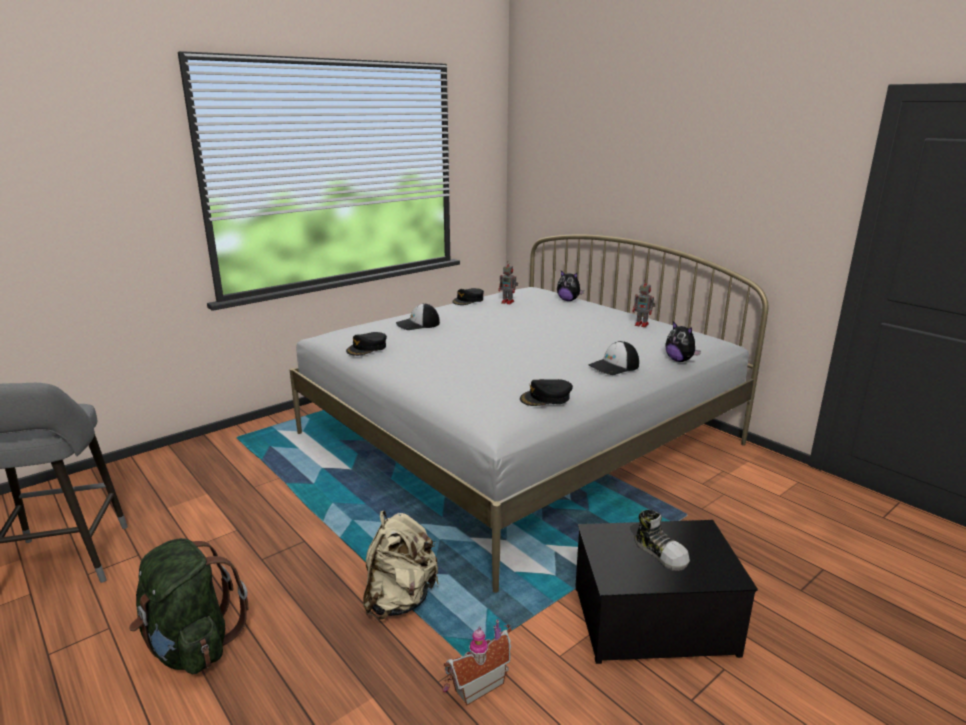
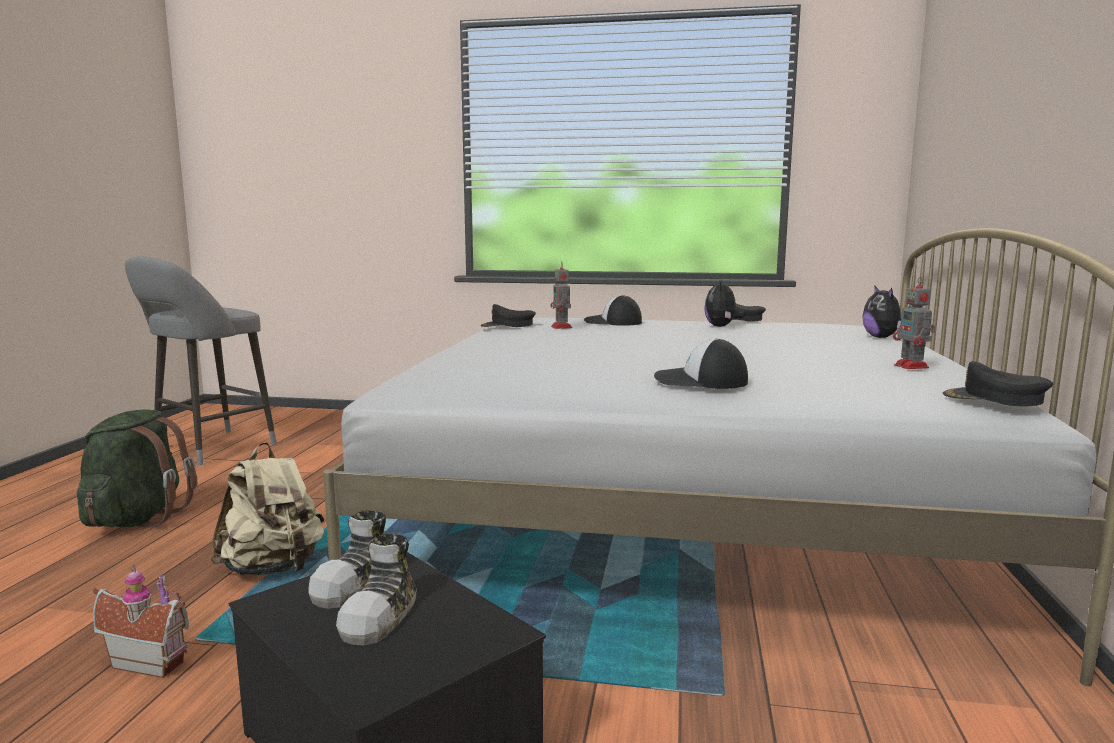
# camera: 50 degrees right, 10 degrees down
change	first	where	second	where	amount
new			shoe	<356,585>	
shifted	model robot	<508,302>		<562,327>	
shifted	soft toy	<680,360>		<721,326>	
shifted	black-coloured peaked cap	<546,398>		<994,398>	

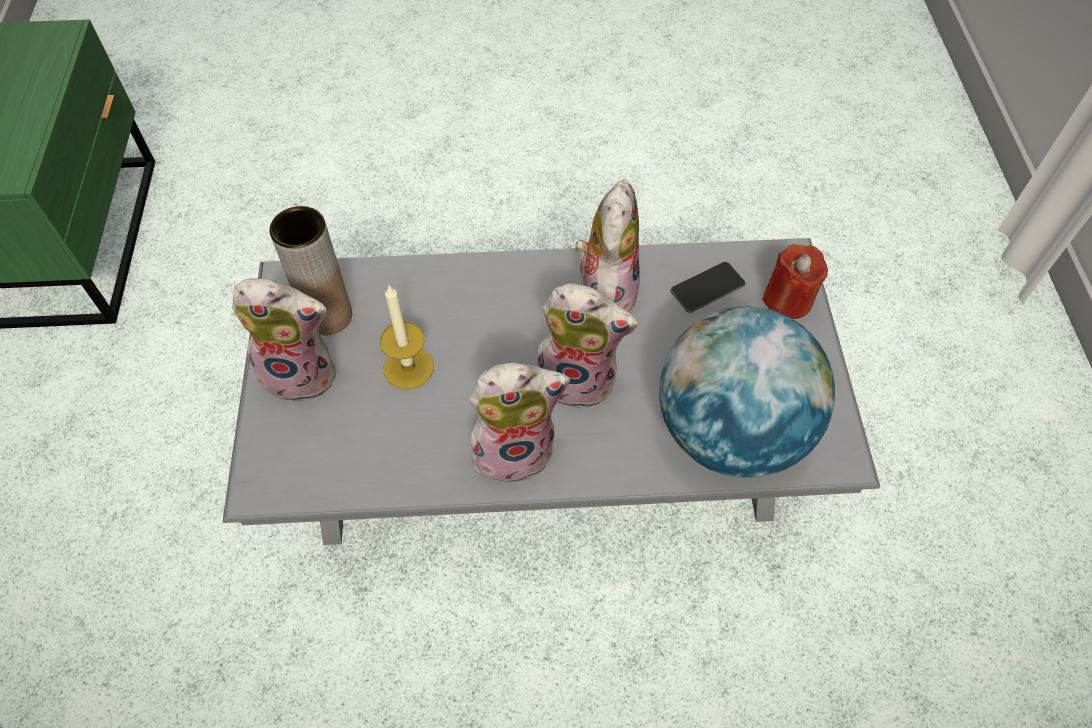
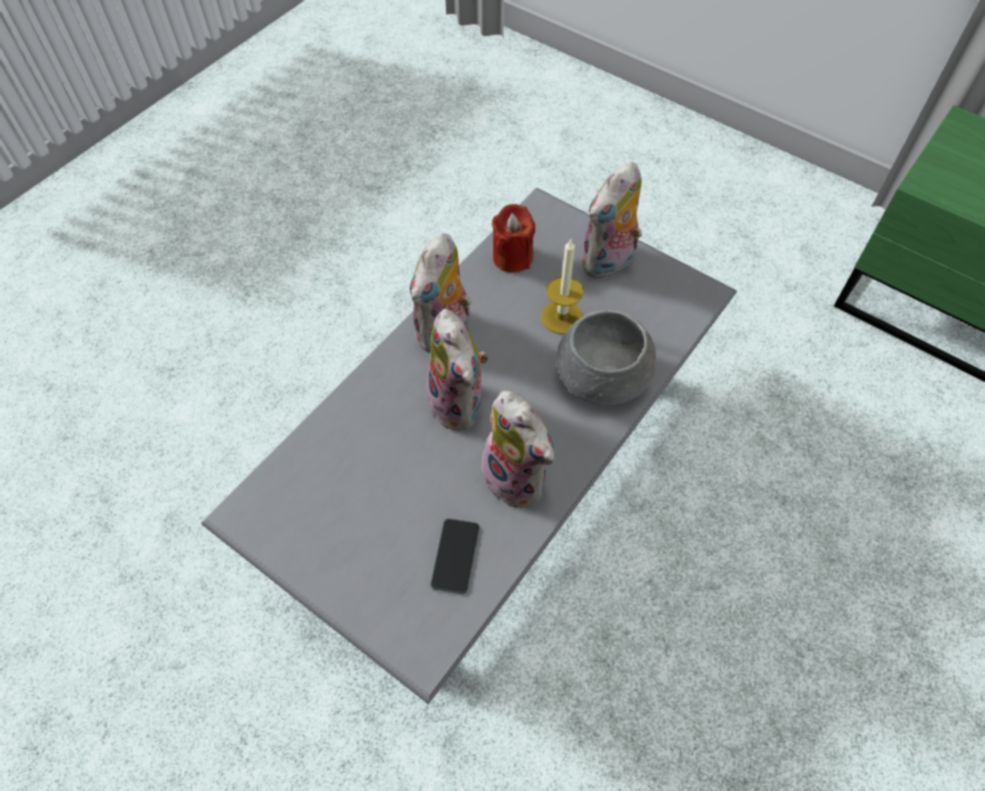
# camera: 130 degrees right, 0 degrees up
change	first	where	second	where	amount
rotated	soft toy	<579,379>		<460,404>	75 degrees counterclockwise
shifted	reddish wax candle	<788,300>		<512,257>	
new			greyish deep dish	<603,378>	
gone	brownish decorative vase	<328,316>			
gone	desk globe	<730,431>			

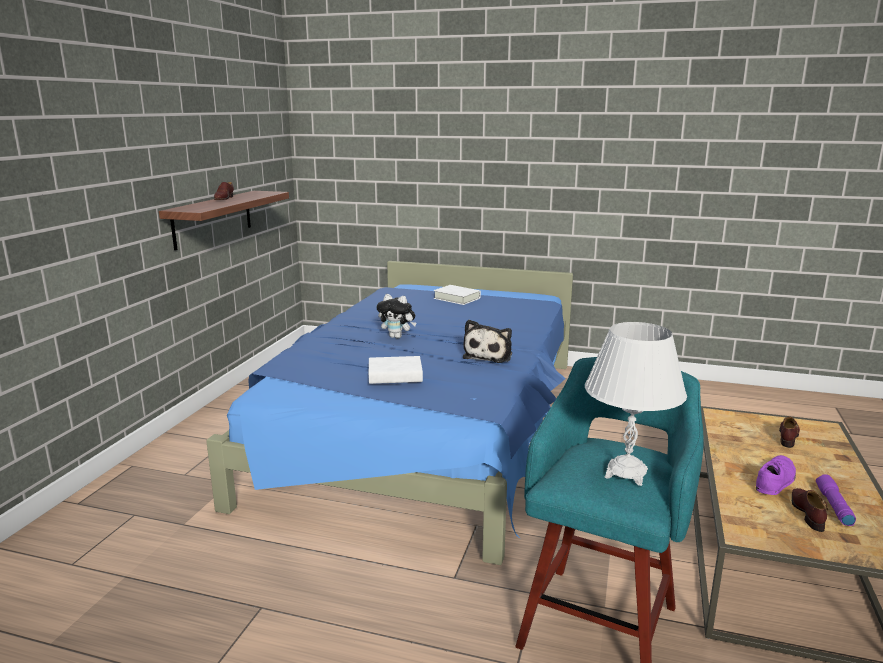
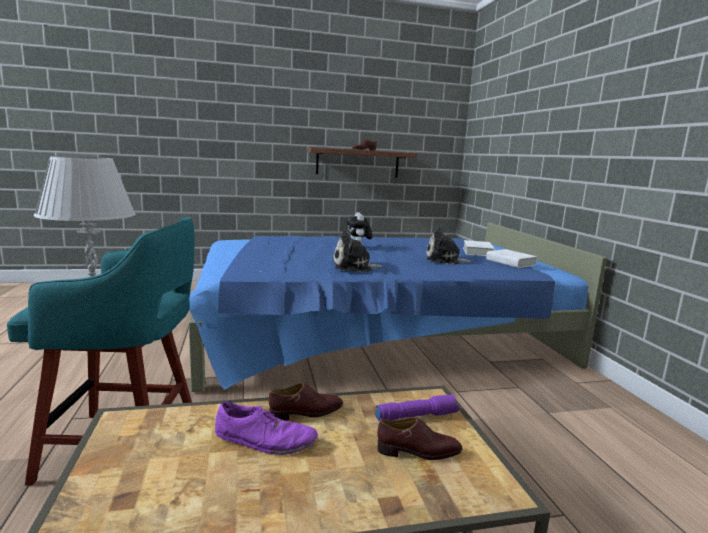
# camera: 60 degrees right, 5 degrees down
change	first	where	second	where	amount
shifted	brownish shoe	<807,513>		<306,412>	
shifted	purple-coloured hand torch	<833,506>		<416,416>	
new			soft toy	<445,260>	
shifted	white-coloured volume	<395,375>		<510,262>	

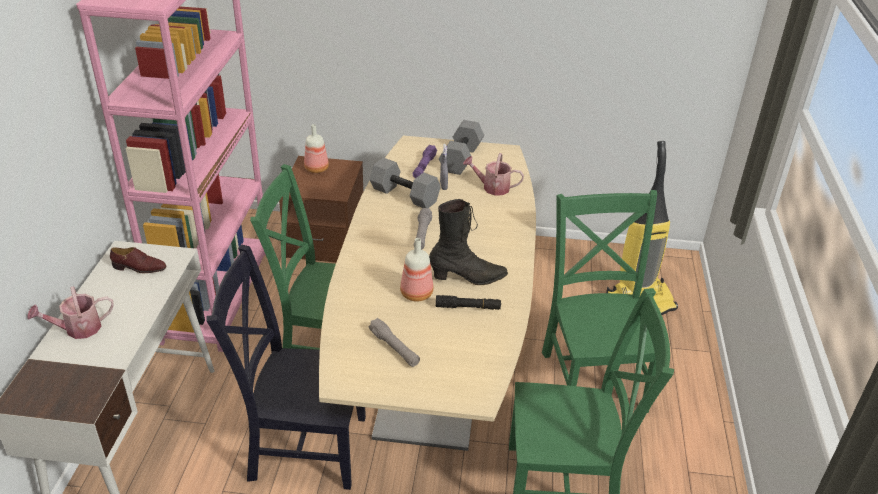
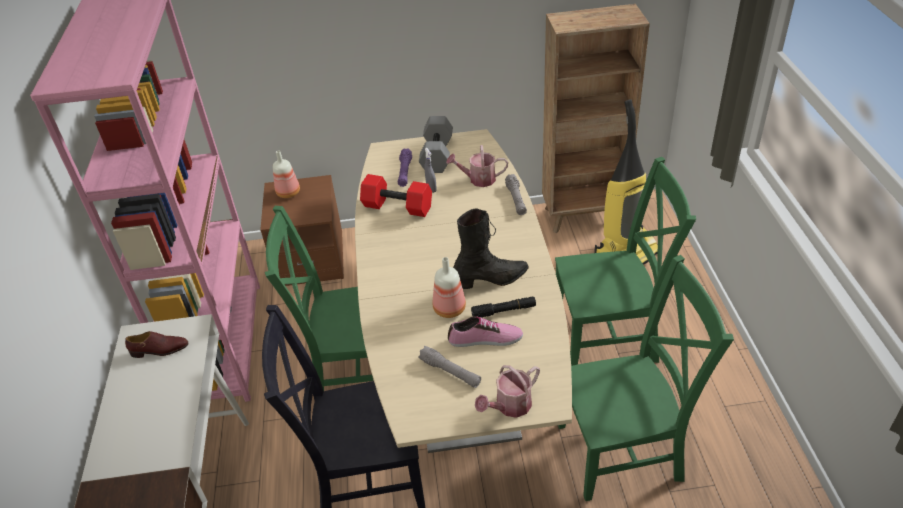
# camera: 10 degrees left, 5 degrees up
change	first	where	second	where	amount
repainted	greyish free weight	<403,195>	reddish free weight	<396,207>	
new			shoe	<485,339>	
shifted	watering pot	<78,329>		<509,406>	
shifted	greyish hand torch	<422,234>		<516,199>	
new			brownish bookcase	<584,216>	
rotated	greenish upright chair	<593,377>		<610,336>	105 degrees clockwise

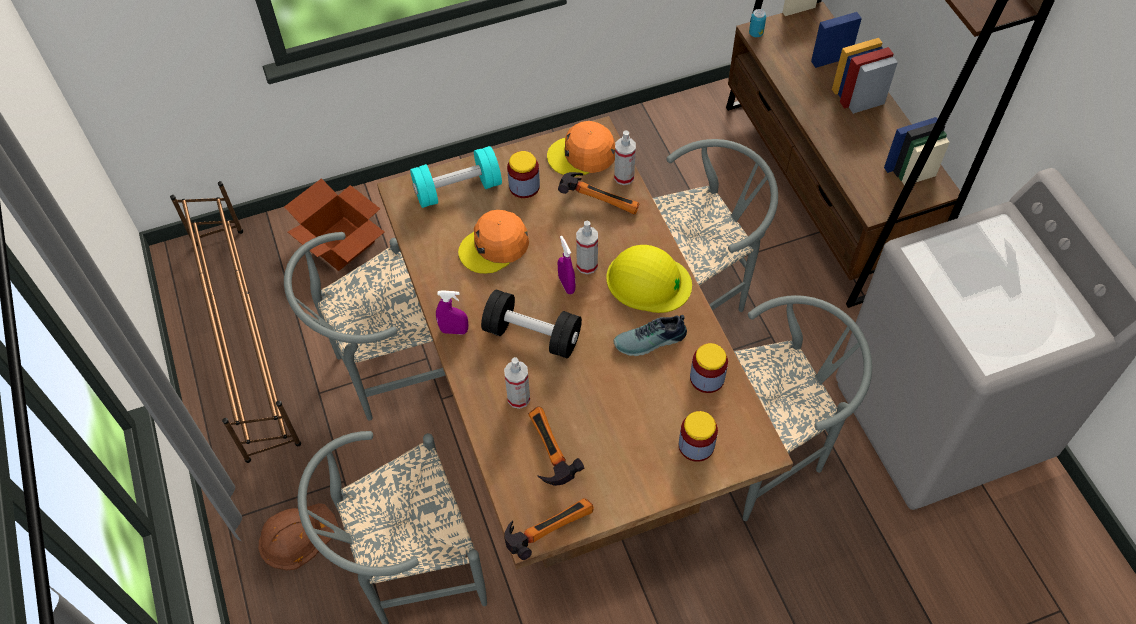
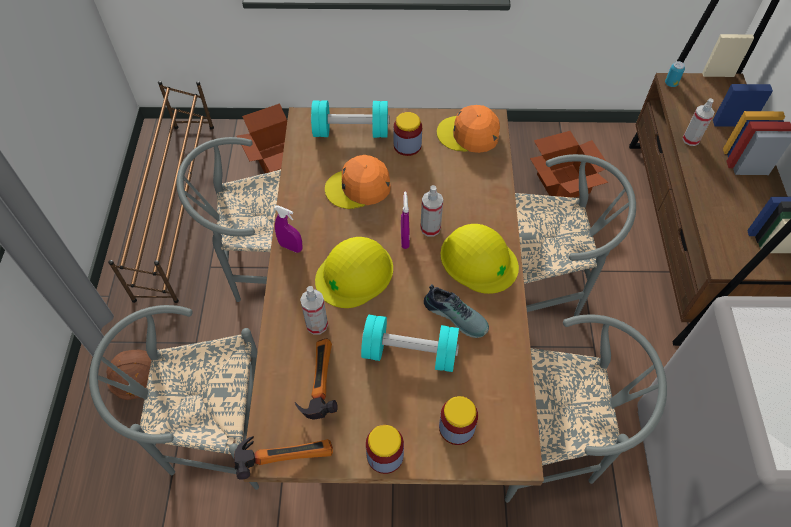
# camera: 20 degrees right, 0 degrees up
change	first	where	second	where	amount
swapped	black-coloured free weight	<532,335>	yellowish work helmet	<355,273>	
new			turquoise free weight	<409,352>	
shifted	jar	<707,378>		<385,455>	
rotated	shoe	<650,341>		<456,315>	150 degrees counterclockwise
new			cardboard box	<563,182>	
shifted	spray bottle	<624,177>		<690,139>	
gone	tool hammer	<600,200>			

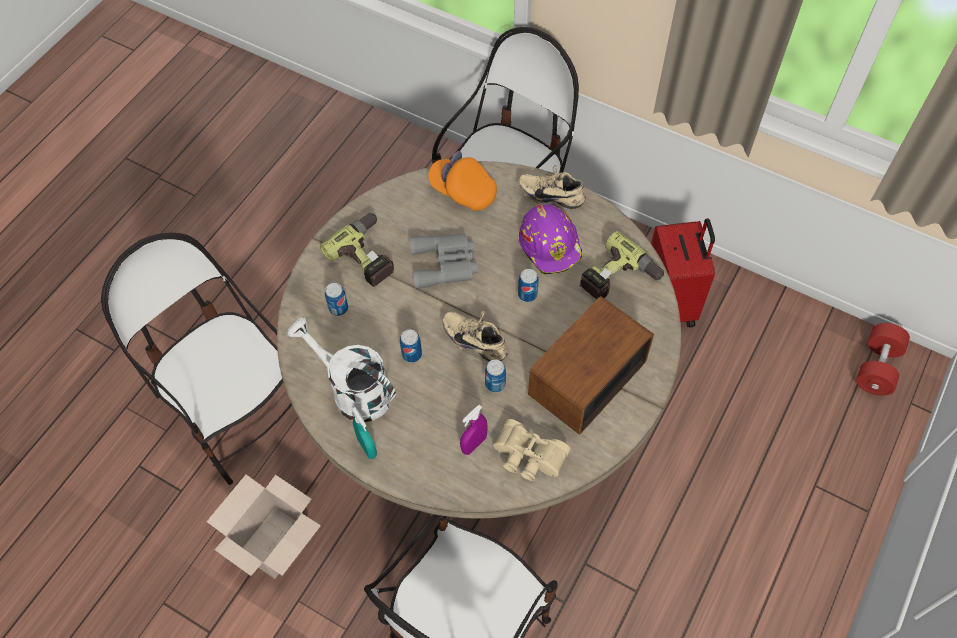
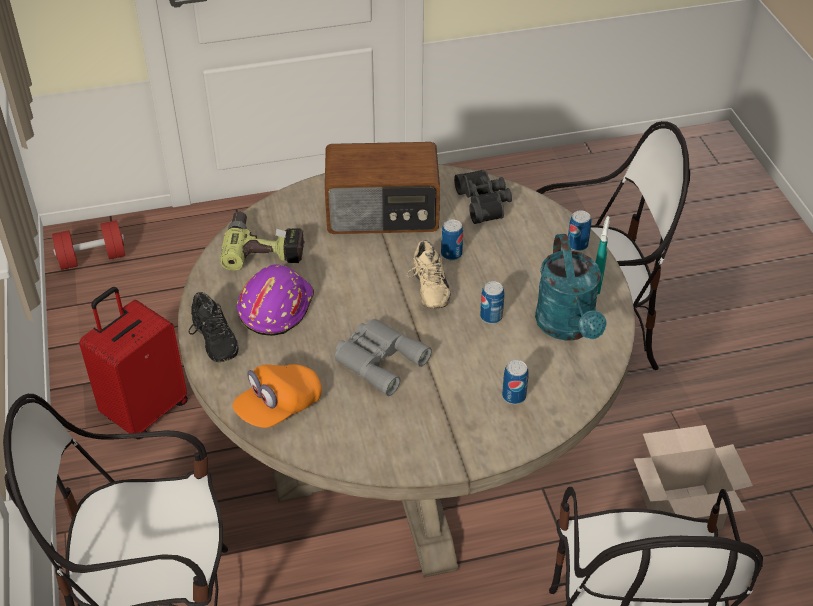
# camera: 135 degrees left, 15 degrees down
change	first	where	second	where	amount
repainted	sand-coloured shoe	<552,194>	black-coloured shoe	<212,342>	
rotated	orange peaked cap	<463,191>		<279,407>	60 degrees clockwise
repainted	sand-coloured binoculars	<528,458>	black-coloured binoculars	<485,203>	
repainted	white-coloured watering pot	<353,391>	turquoise watering pot	<568,327>	
shifted	metal can	<527,294>		<577,245>	
gone	drill	<368,255>			
gone	purple-coloured spray bottle	<474,444>			

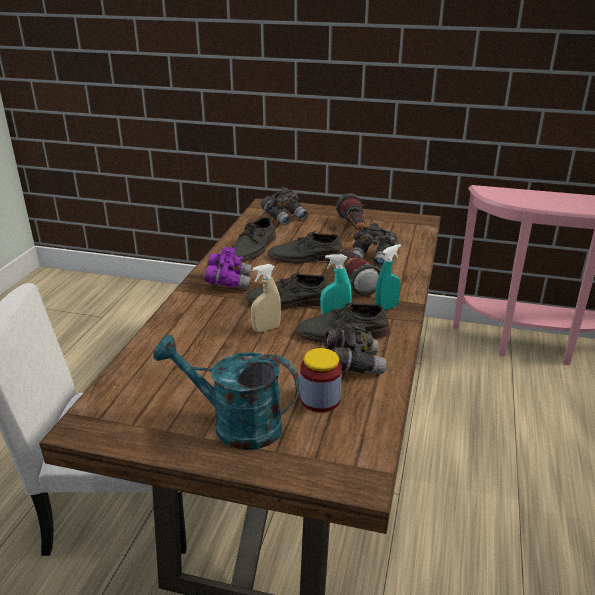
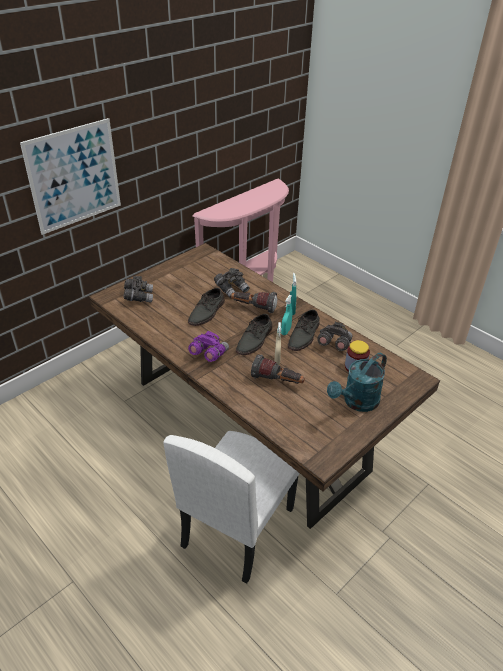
# camera: 60 degrees left, 10 degrees up
change	first	where	second	where	amount
new			wall art	<74,176>	
shifted	hand torch	<353,228>		<277,381>	
gone	greyish shoe	<253,249>			

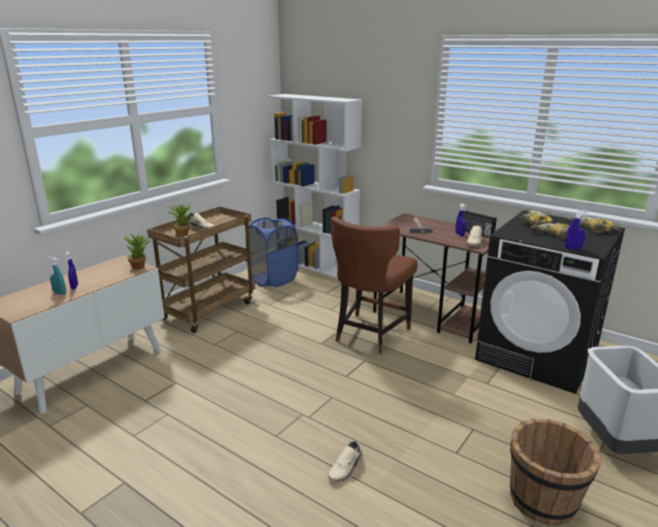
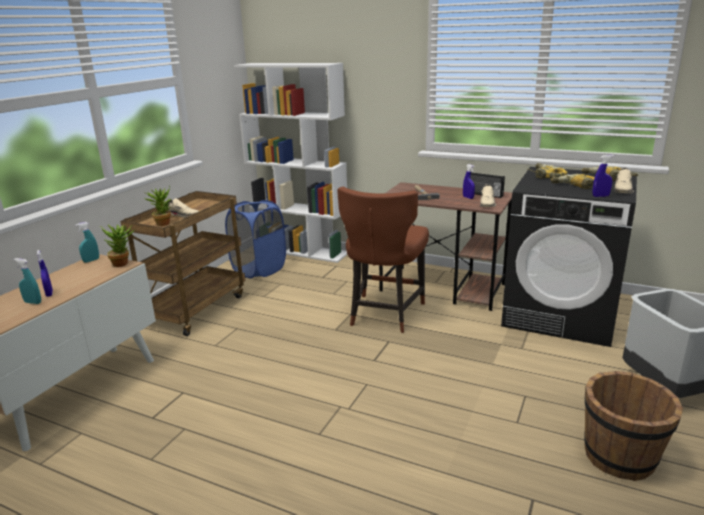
# camera: 10 degrees left, 0 degrees up
change	first	where	second	where	amount
new			turquoise spray bottle	<91,260>	
shifted	sand-coloured shoe	<346,469>		<623,190>	

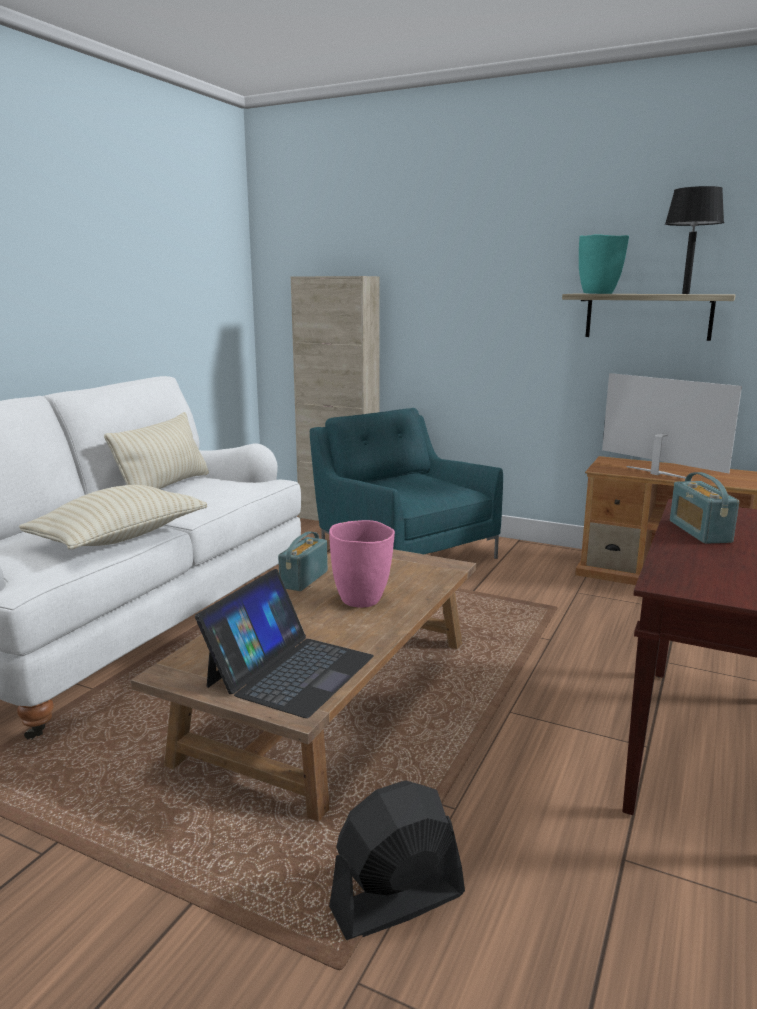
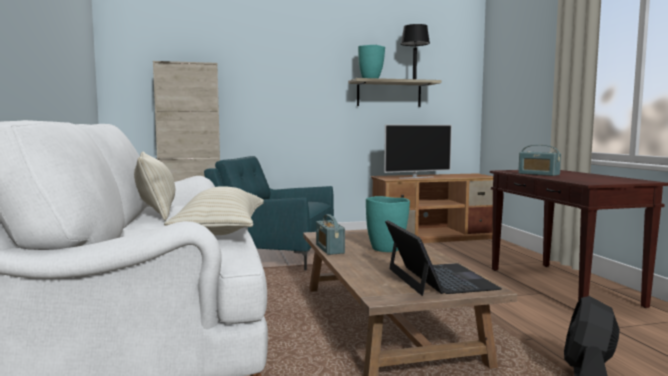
# camera: 40 degrees left, 10 degrees down
change	first	where	second	where	amount
repainted	pink decorative vase	<362,600>	turquoise decorative vase	<386,249>	
rotated	television	<657,473>		<416,177>	150 degrees clockwise

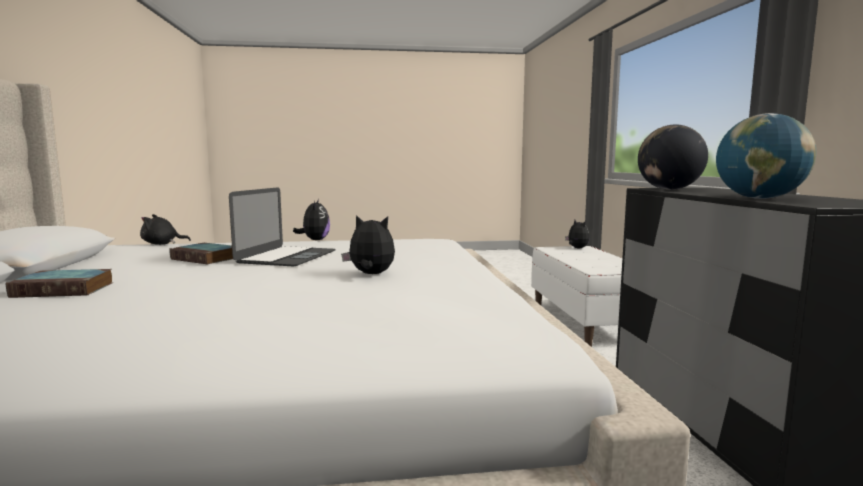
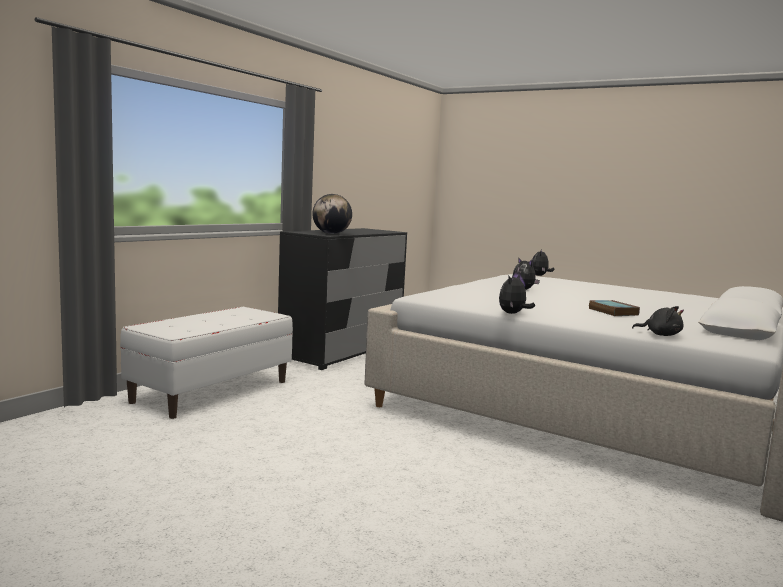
# camera: 140 degrees left, 0 degrees up
change	first	where	second	where	amount
shifted	soft toy	<576,248>		<540,276>	
gone	volume	<66,289>			
gone	laptop	<287,256>			
gone	desk globe	<759,198>			

